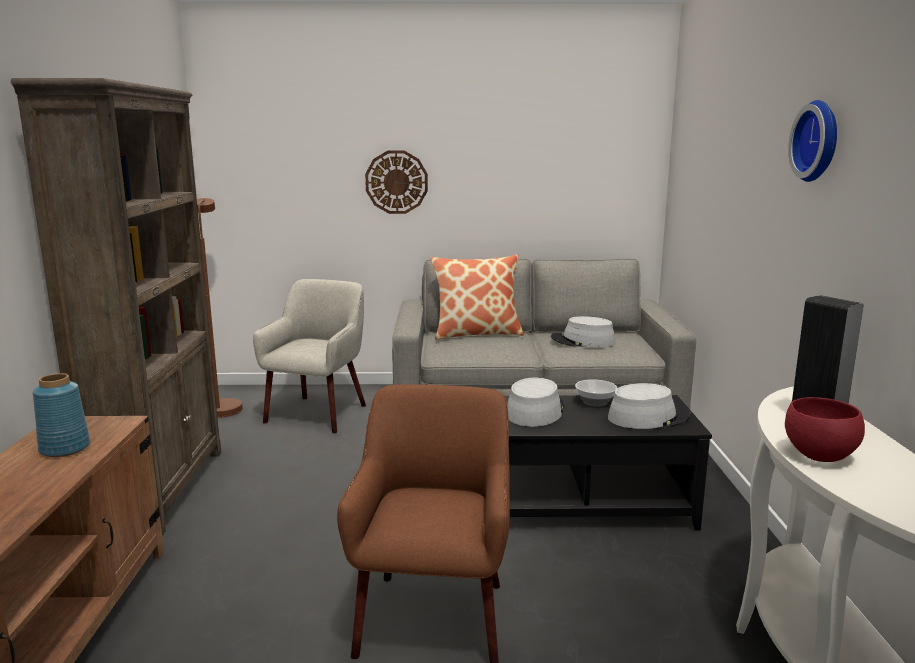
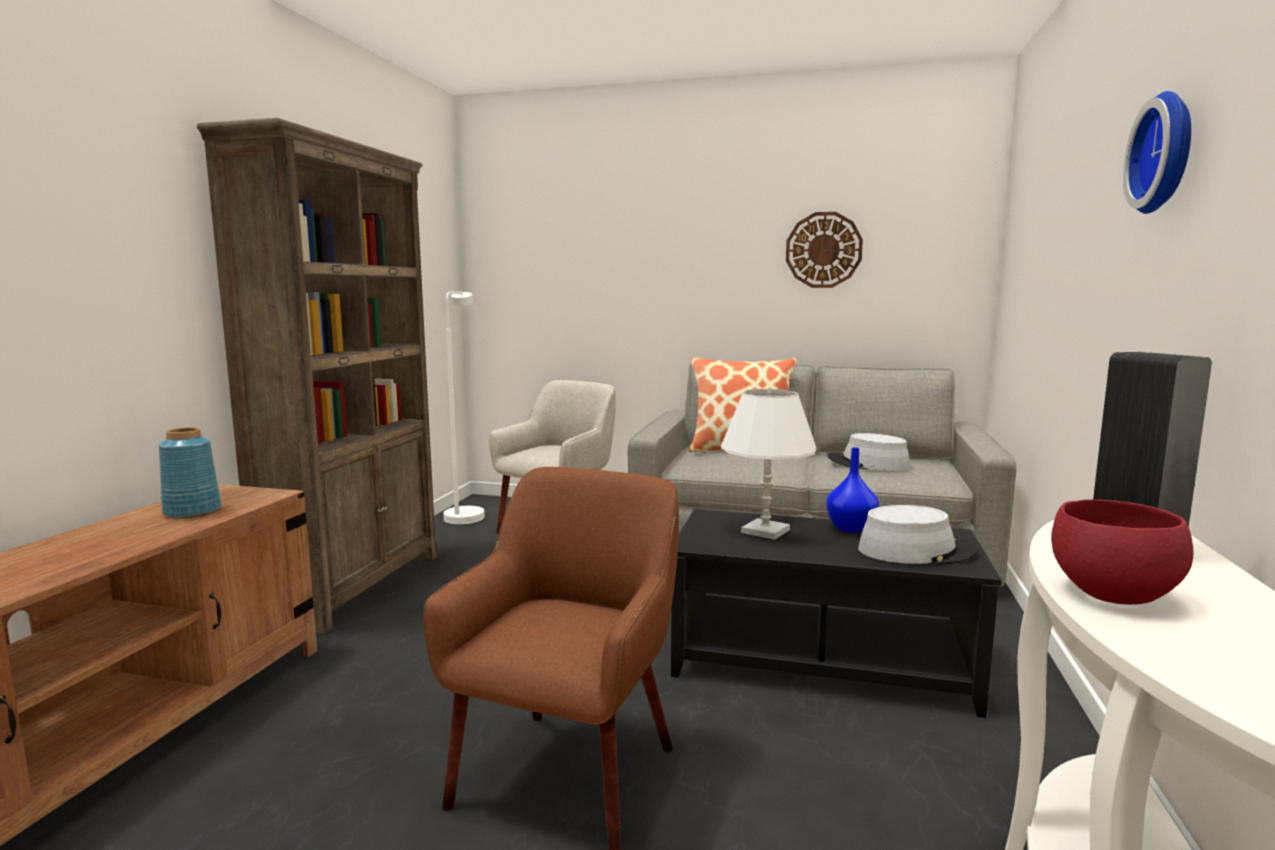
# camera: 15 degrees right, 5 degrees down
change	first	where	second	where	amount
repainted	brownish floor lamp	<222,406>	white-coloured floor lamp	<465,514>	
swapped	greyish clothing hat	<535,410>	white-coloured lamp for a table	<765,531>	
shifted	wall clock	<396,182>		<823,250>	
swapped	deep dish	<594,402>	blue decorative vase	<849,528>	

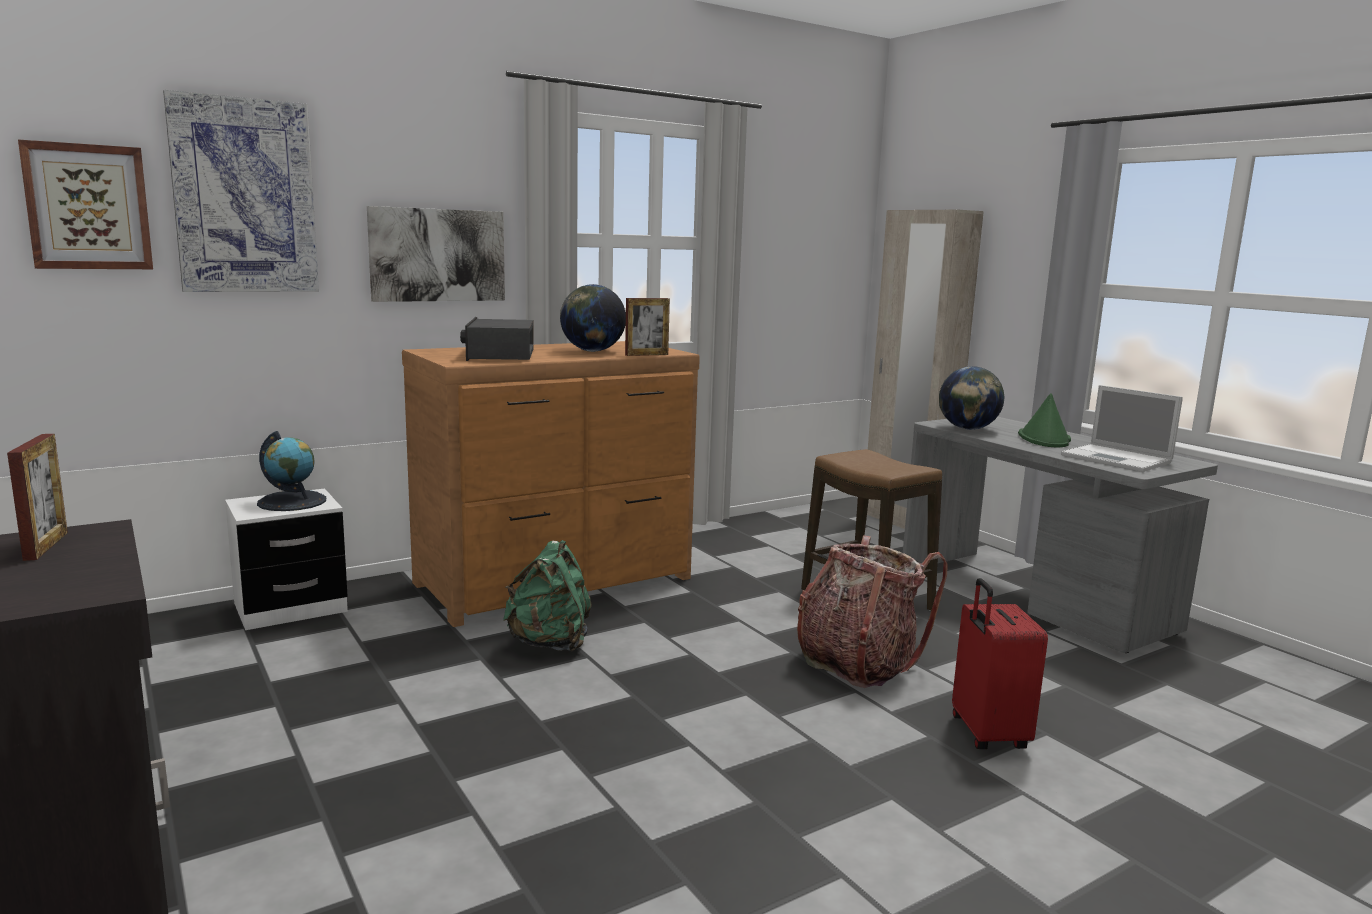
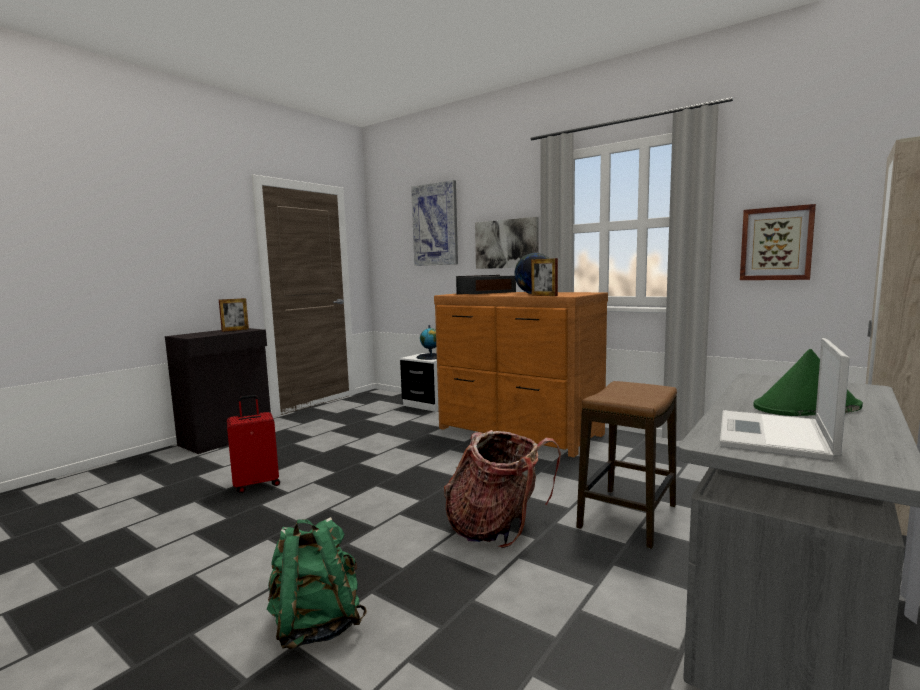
# camera: 70 degrees right, 5 degrees down
change	first	where	second	where	amount
shifted	reddish piece of luggage	<986,734>		<256,484>	
shifted	greenish rucksack	<550,643>		<316,625>	
shifted	wall art	<88,207>		<776,244>	
gone	desk globe	<967,429>			

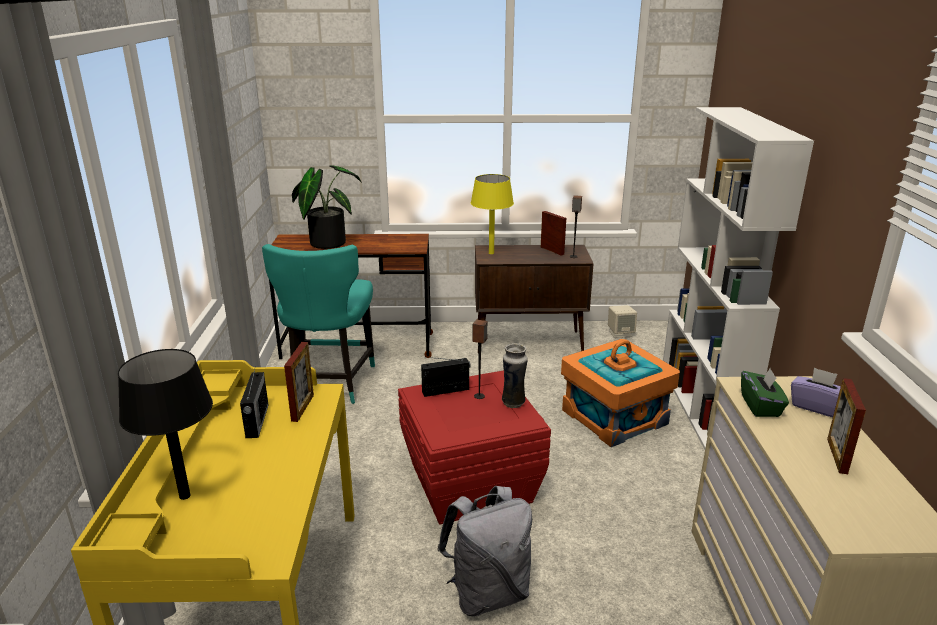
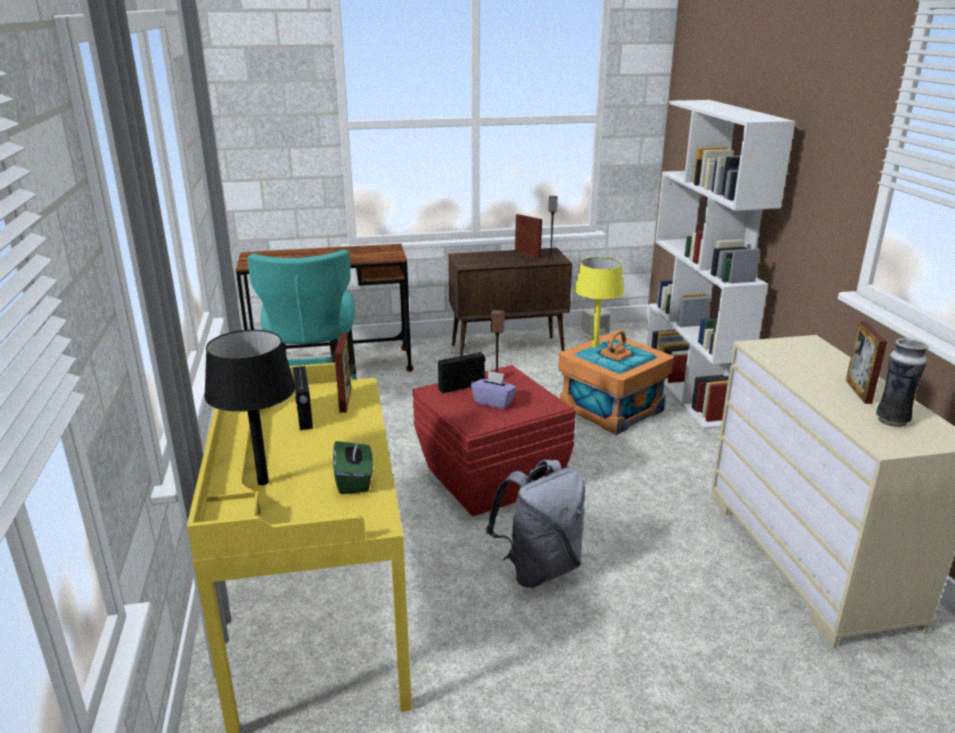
# camera: 10 degrees left, 0 degrees up
change	first	where	second	where	amount
shifted	greenish box of tissues	<760,406>		<354,481>	
shifted	purple-coloured box of tissues	<816,406>		<494,402>	
shifted	yellowish lamp for a table	<491,253>		<595,346>	
shifted	decorative vase	<513,402>		<892,420>	
gone	plant in a pot	<327,242>			

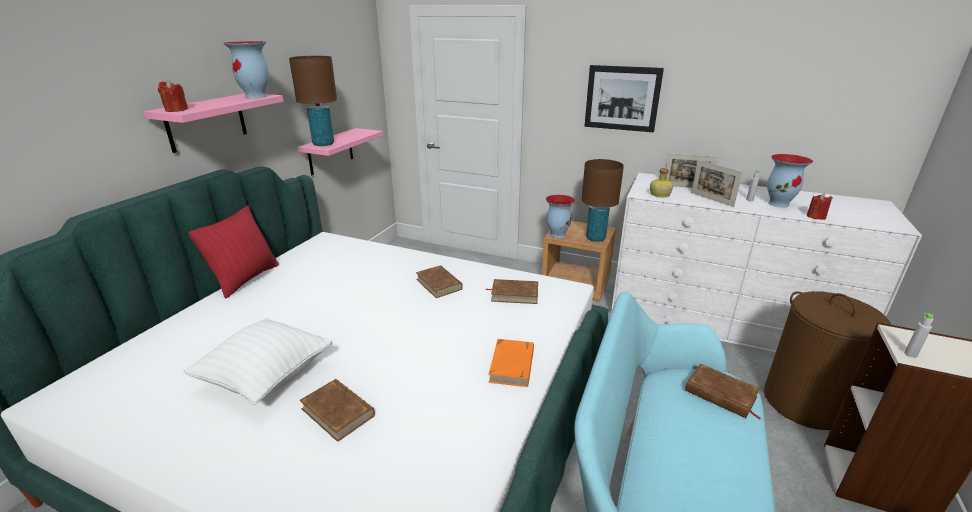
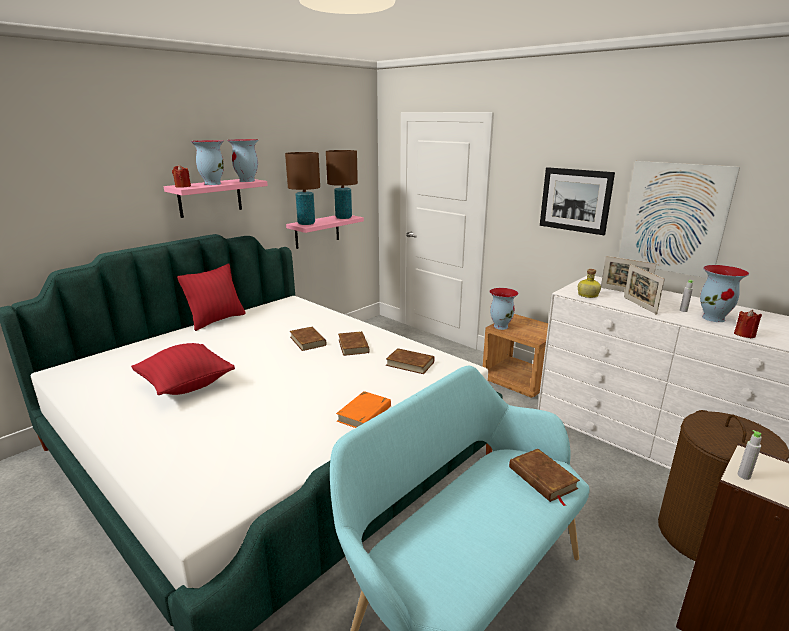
# camera: 20 degrees right, 5 degrees down
change	first	where	second	where	amount
repainted	white-coloured cushion	<266,378>	reddish cushion	<186,385>	
new			decorative vase	<212,184>	
shifted	brownish volume	<338,412>		<308,341>	
shifted	brownish lamp for a table	<595,238>		<343,217>	
new			wall art	<673,218>	

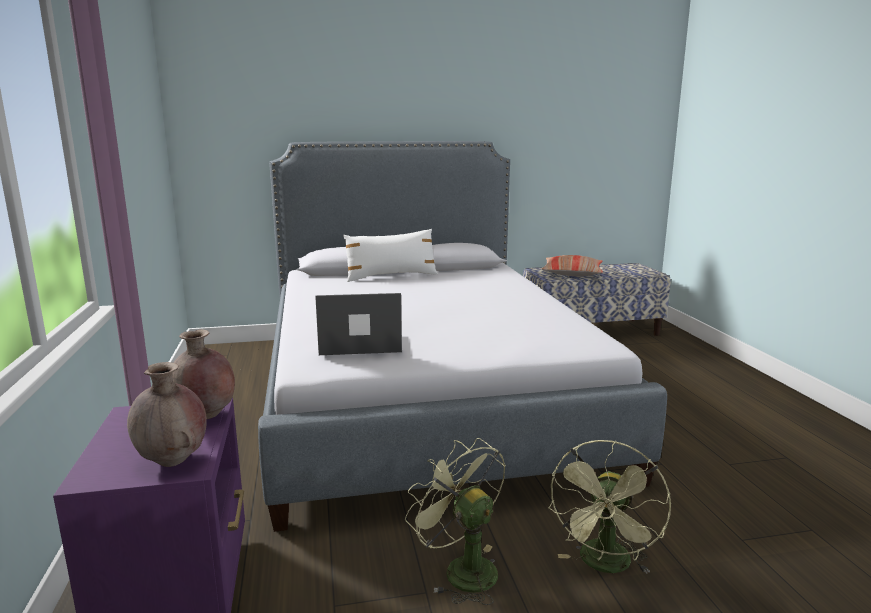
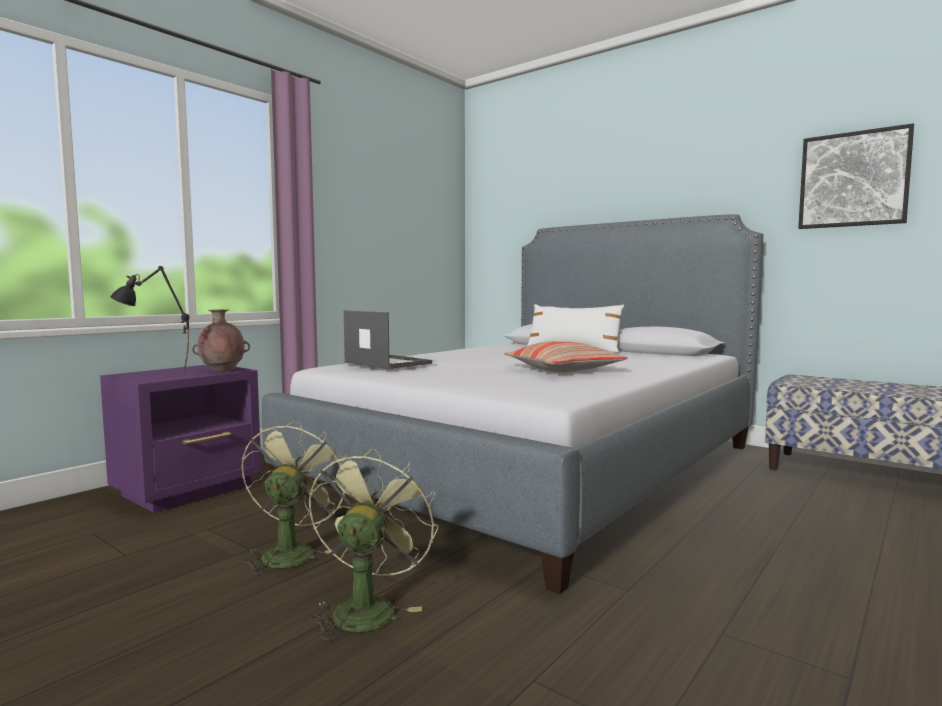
# camera: 50 degrees right, 10 degrees down
change	first	where	second	where	amount
swapped	brownish decorative vase	<173,461>	black-coloured lamp for a table	<154,377>	
rotated	greenish cooling fan	<605,565>		<367,607>	120 degrees clockwise
shifted	cushion	<572,273>		<563,370>	
new			wall art	<853,179>	

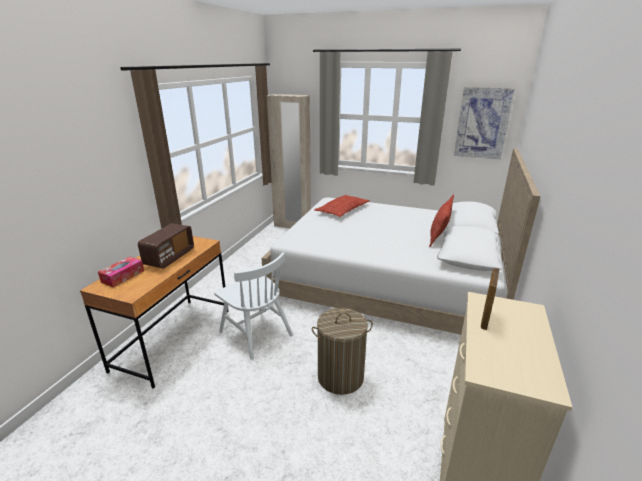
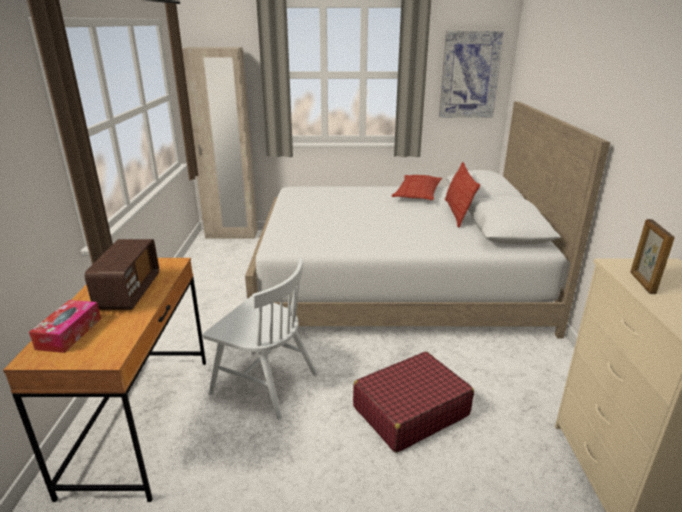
# camera: 20 degrees left, 0 degrees up
change	first	where	second	where	amount
swapped	washing basket	<340,377>	reddish piece of luggage	<410,411>	
shifted	cushion	<342,209>		<417,193>	

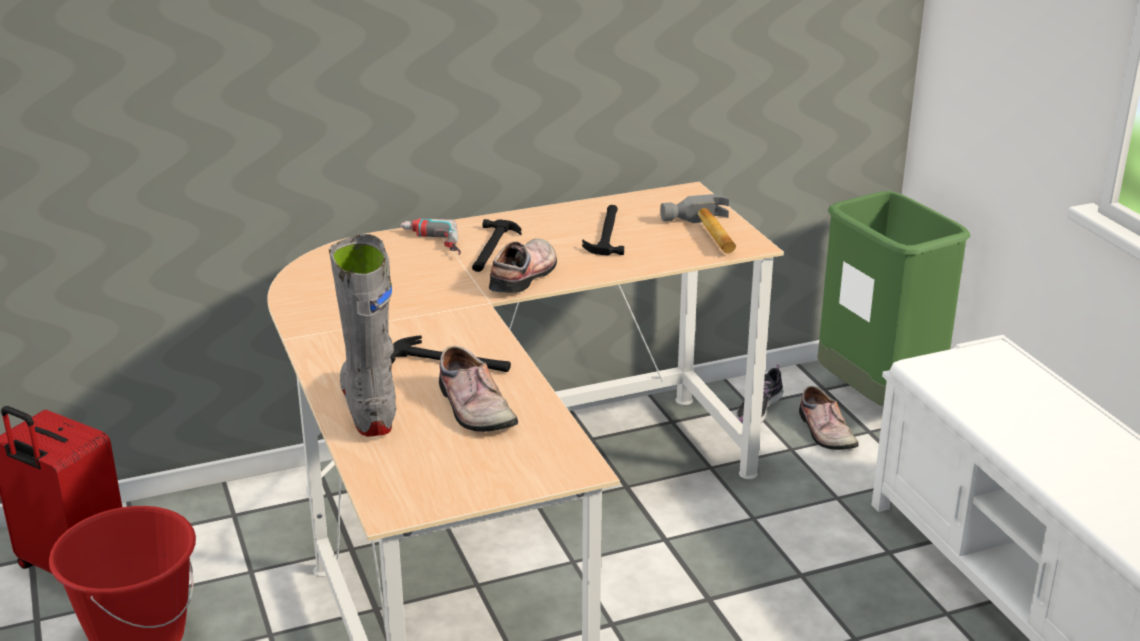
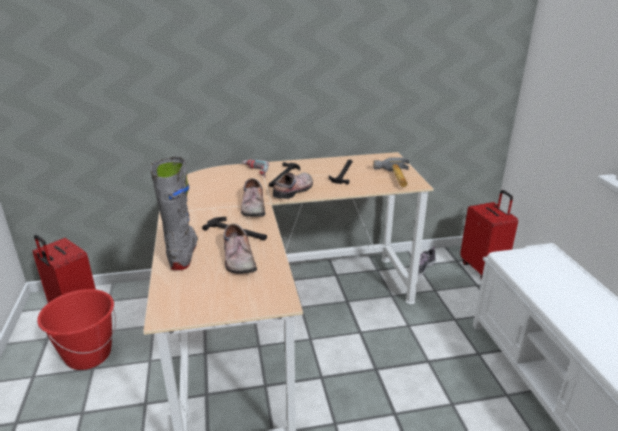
# camera: 10 degrees right, 0 degrees up
change	first	where	second	where	amount
shifted	shoe	<824,432>		<252,207>	
swapped	greenish waste bin	<877,400>	reddish piece of luggage	<483,269>	

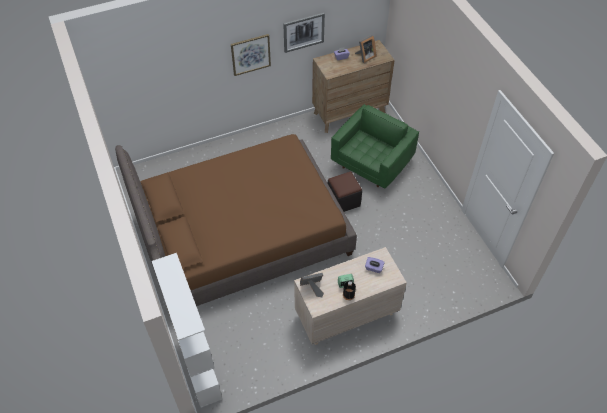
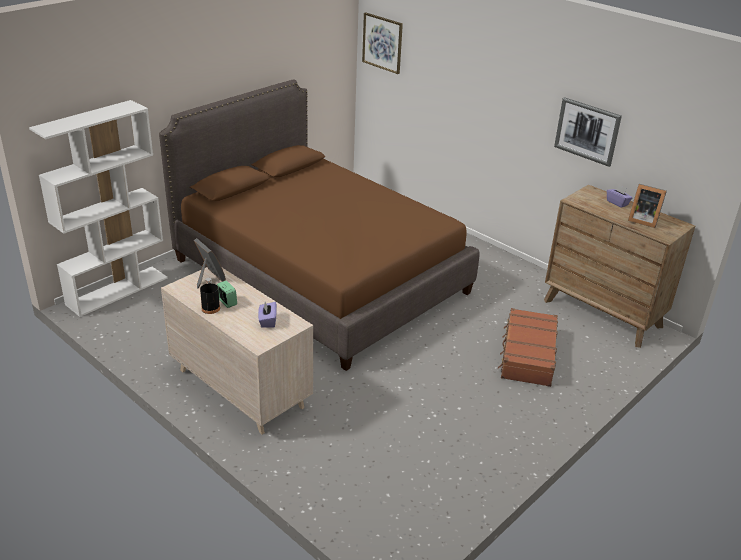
# camera: 65 degrees right, 20 degrees down
change	first	where	second	where	amount
shifted	wall art	<250,54>		<382,43>	
swapped	greenish lounge chair	<372,164>	brownish piece of luggage	<527,355>	
gone	black-coloured pouffe	<343,200>			

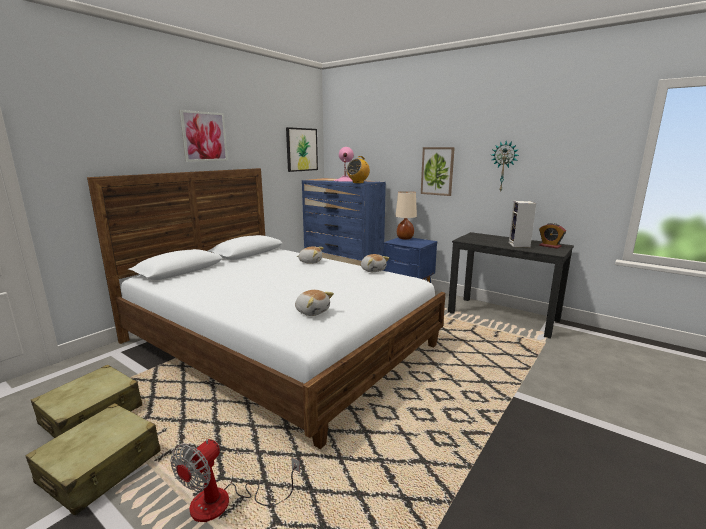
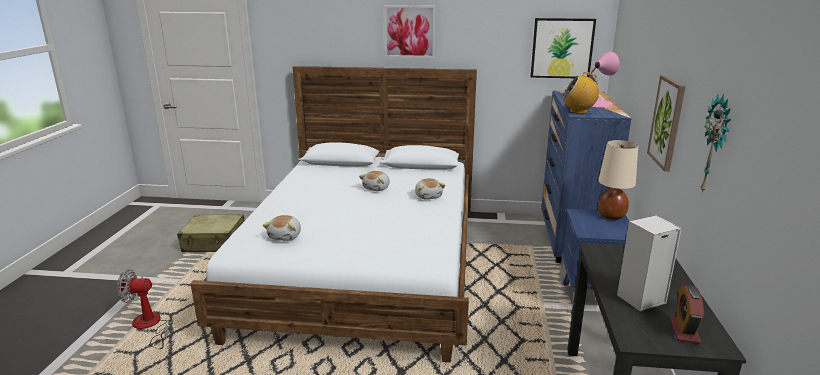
# camera: 60 degrees right, 5 degrees up
change	first	where	second	where	amount
shifted	soft toy	<373,270>		<377,188>	
gone	sand-coloured piece of luggage	<101,467>			

